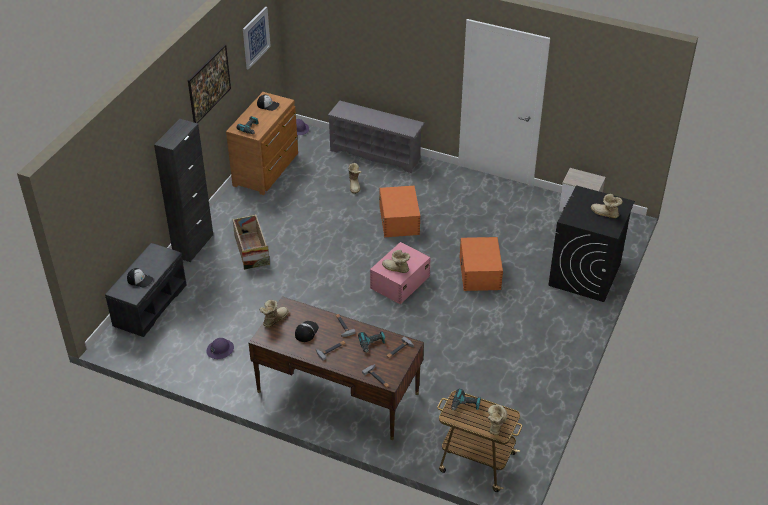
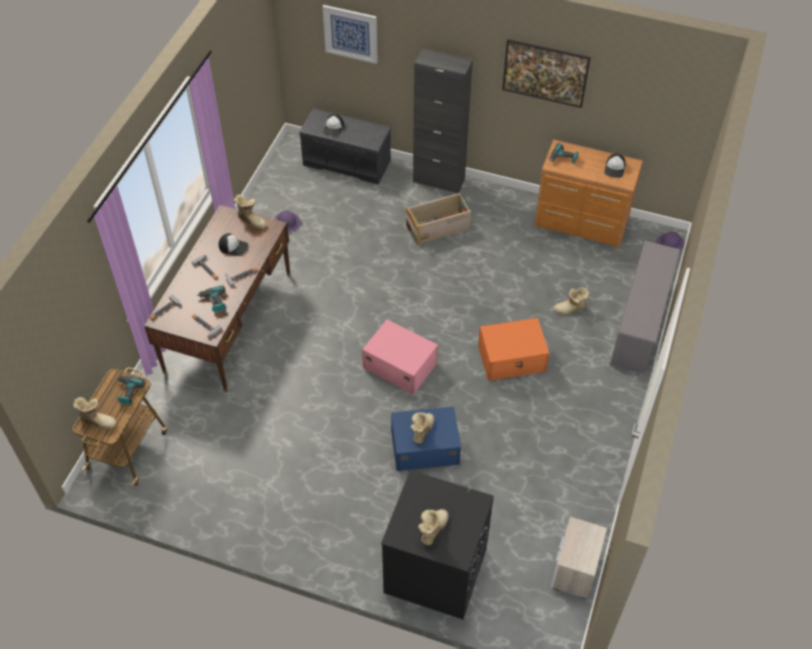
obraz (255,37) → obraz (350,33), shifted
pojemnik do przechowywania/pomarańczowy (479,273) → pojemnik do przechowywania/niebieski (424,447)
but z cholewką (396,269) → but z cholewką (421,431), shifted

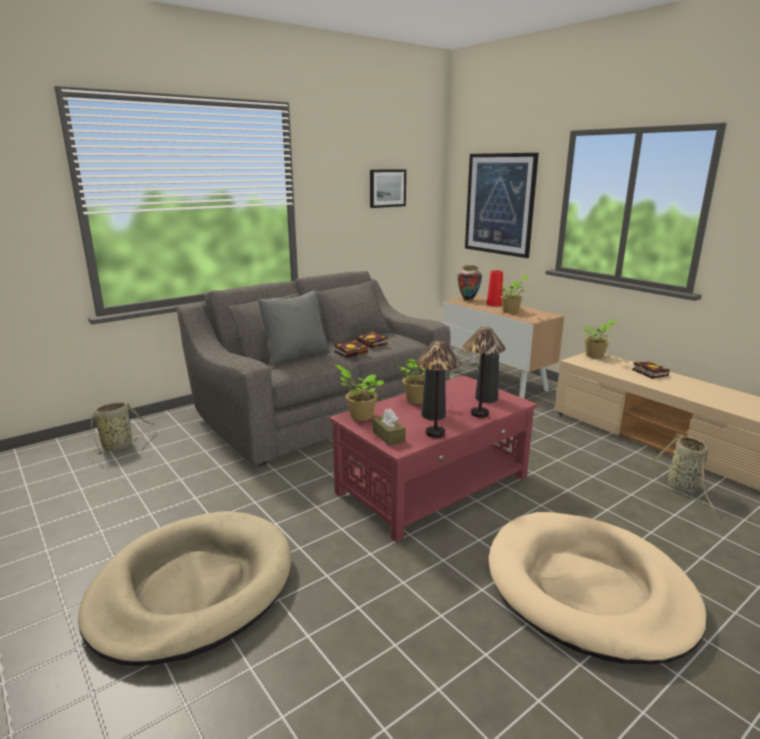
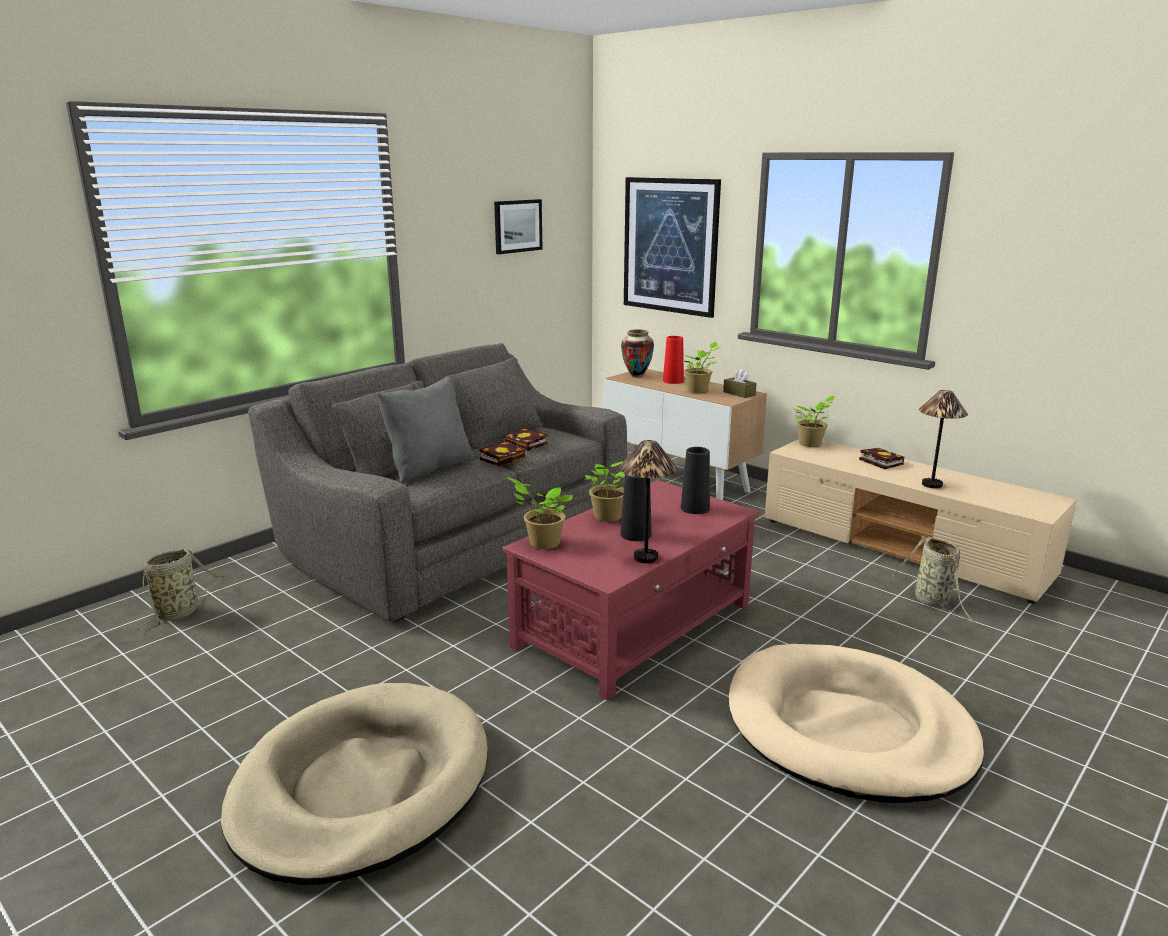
pudełko chusteczek/brązowy (388,436) → pudełko chusteczek/brązowy (739,393), shifted
lampa stołowa (479,413) → lampa stołowa (931,484), shifted

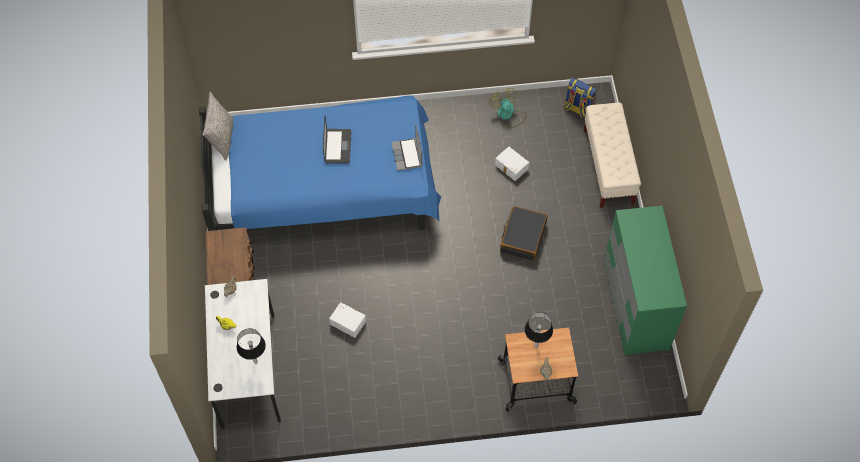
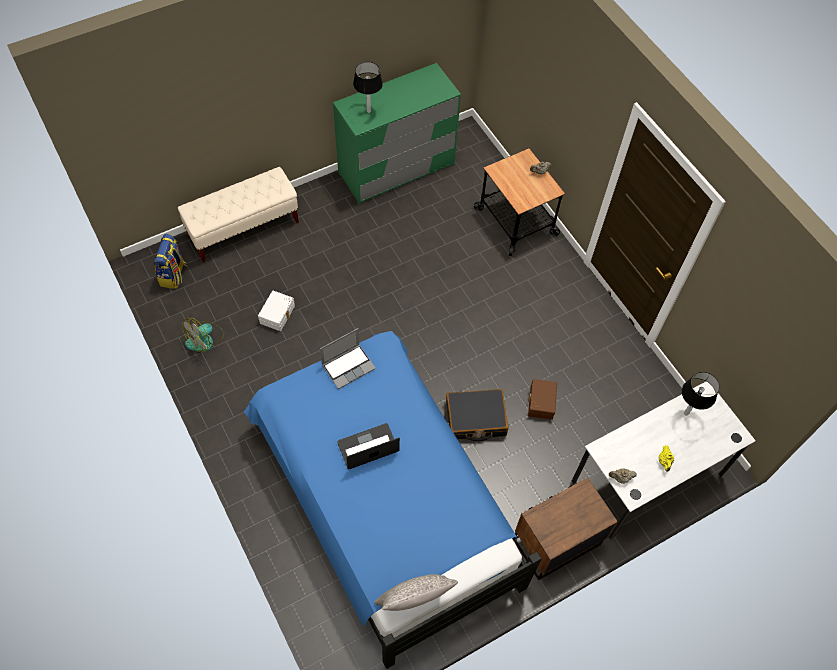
lampa stołowa (536,345) → lampa stołowa (368,111), shifted
walizka/czarny (522,237) → walizka/czarny (475,419), shifted
pojemnik do przechowywania/biały (348,322) → pojemnik do przechowywania/brązowy (540,402)

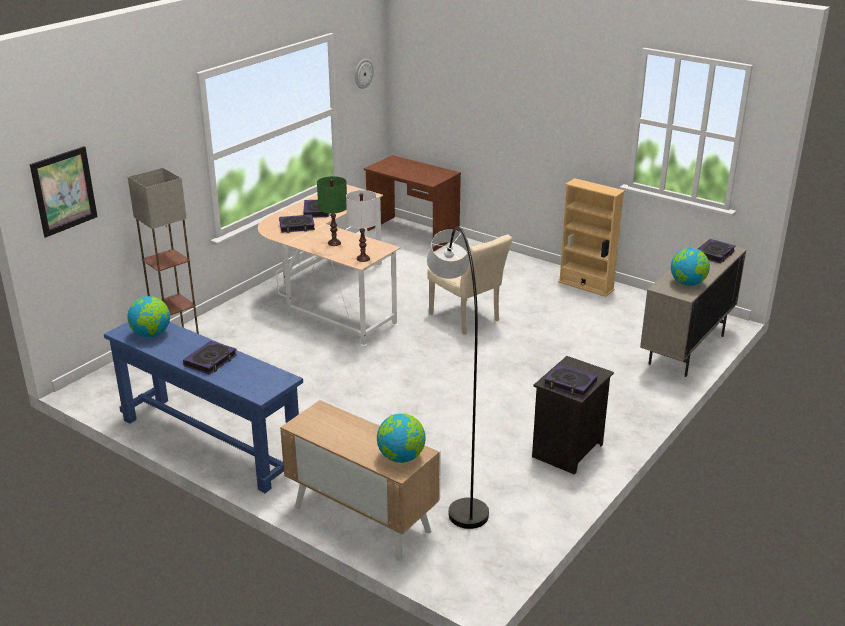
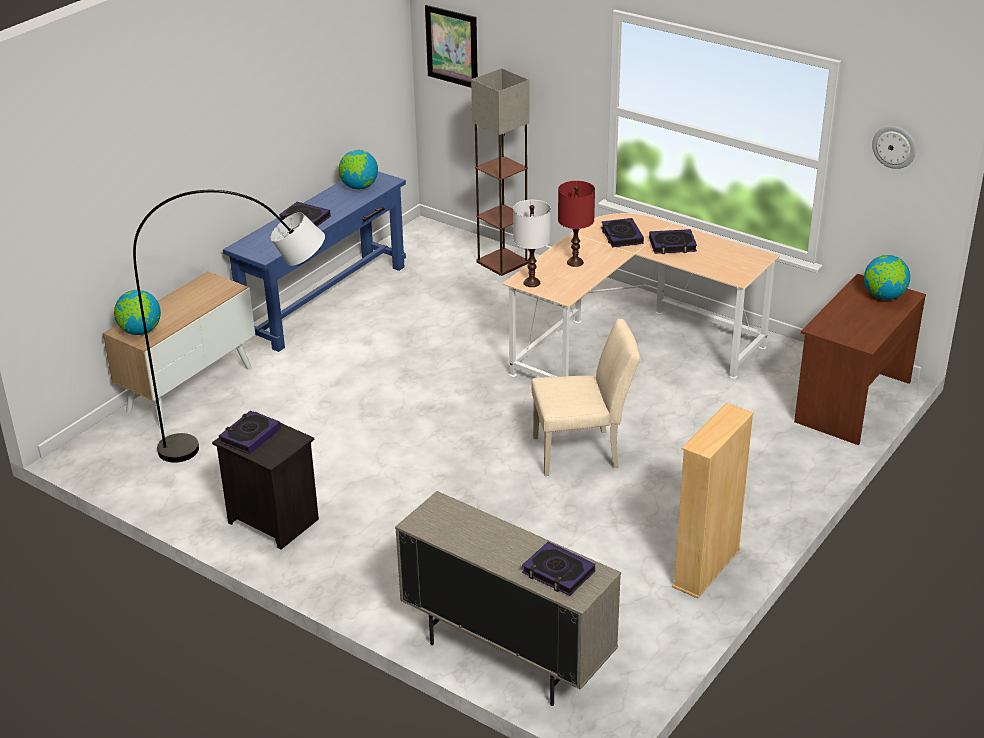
krzesło/beżowy (467,319) → krzesło/beżowy (583,452), 150 degrees counterclockwise
lampa stołowa/zielony (334,243) → lampa stołowa/czerwony (575,262)
globus (687,283) → globus (883,296), shifted

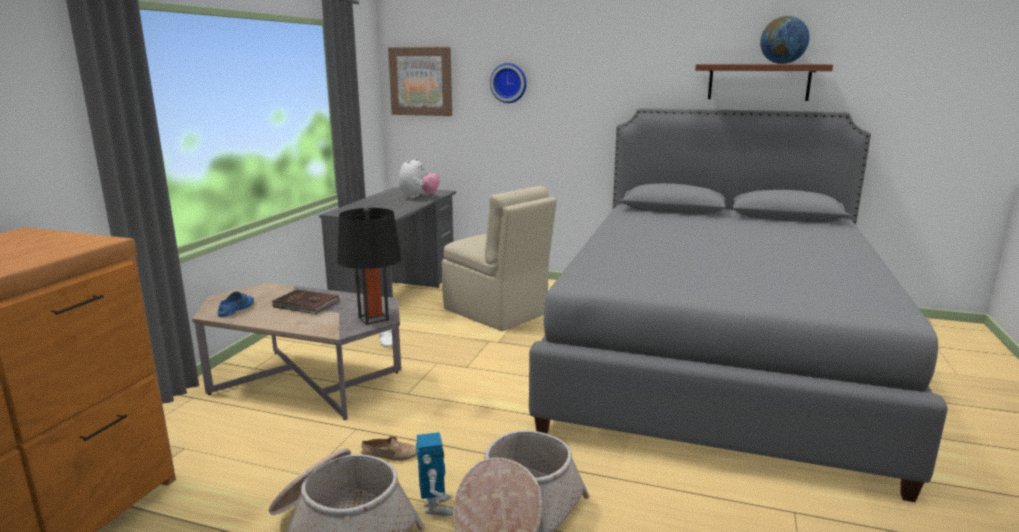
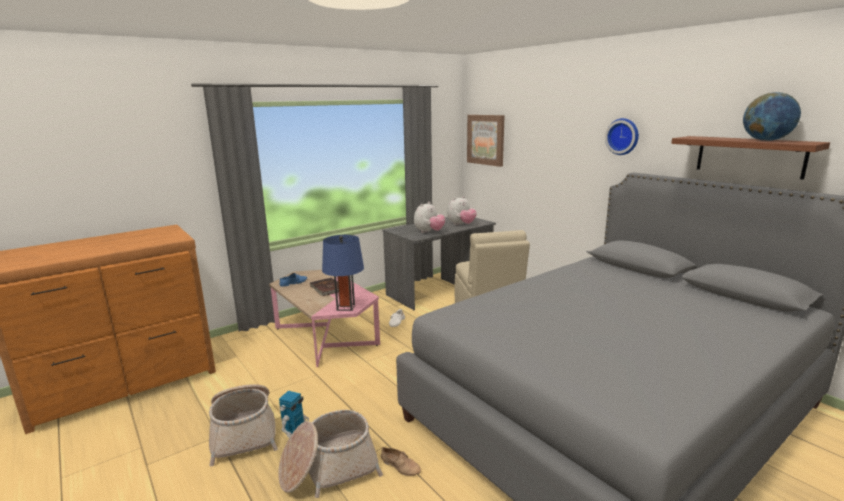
ława/szary (306,383) → ława/różowy (325,337)
lampa stołowa/czarny (373,318) → lampa stołowa/niebieski (346,307)
but/beżowy (391,454) → but/beżowy (401,465), shifted
- → pluszak (429,232)
zegar ścienny (509,83) → zegar ścienny (623,136), shifted

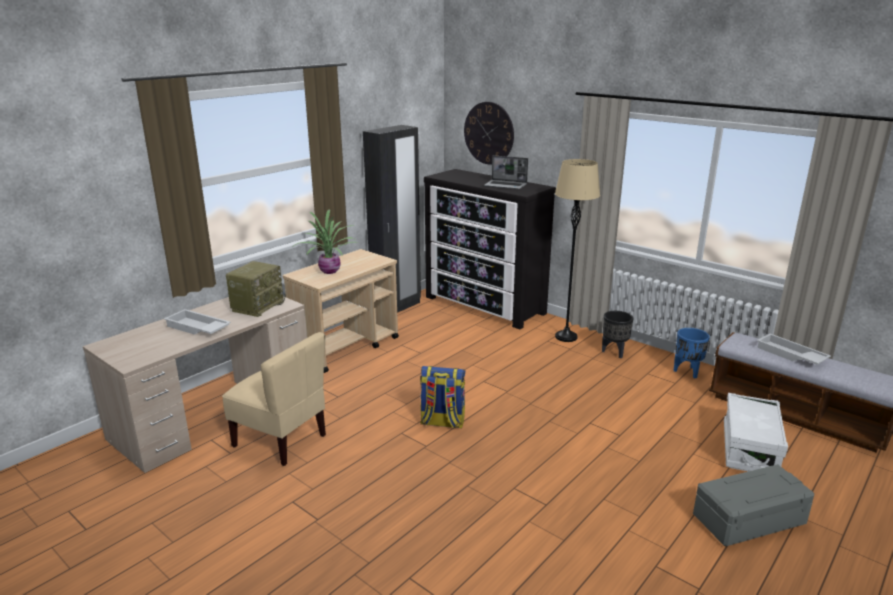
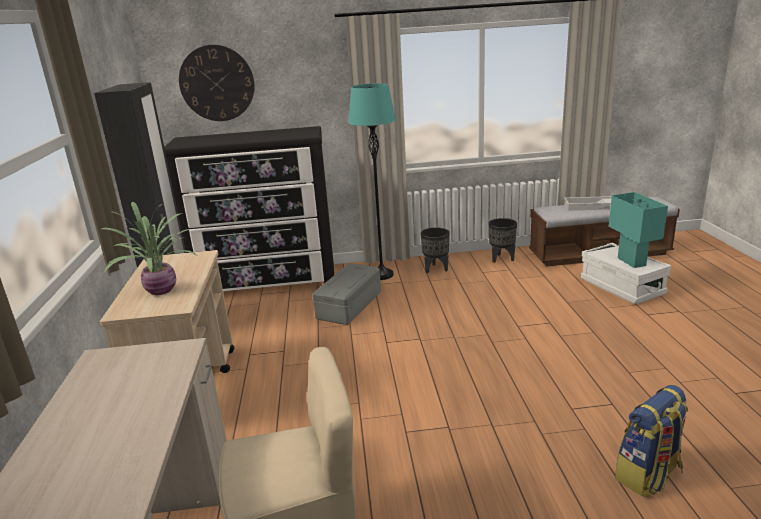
pojemnik do przechowywania/szary (748,518) → pojemnik do przechowywania/szary (349,305), shifted
lampa stojąca/beżowy (566,337) → lampa stojąca/turkusowy (382,275)
donica/niebieski (687,372) → donica/czarny (502,259)
- → lampa stołowa/turkusowy (631,262)
plecak (442,422) → plecak (648,475), shifted
taca/biały (197,328) → -
radio (257,306) → -
laptop (506,185) → -

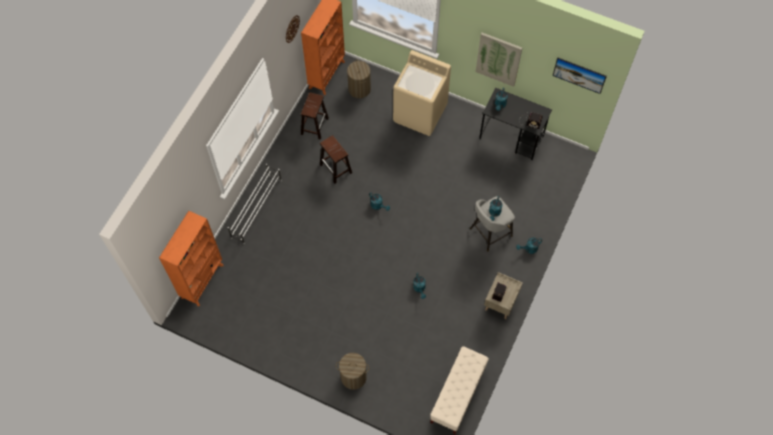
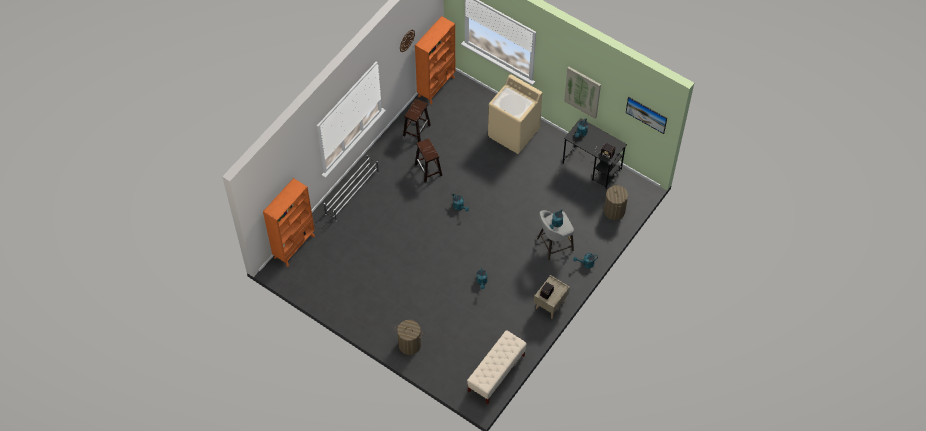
kosz na pranie (359,89) → kosz na pranie (614,211), shifted

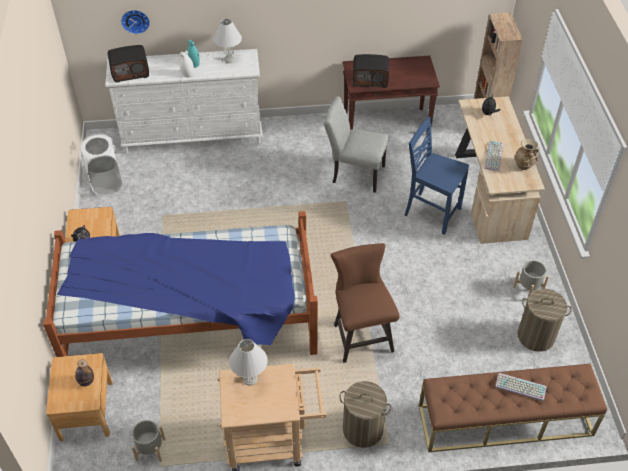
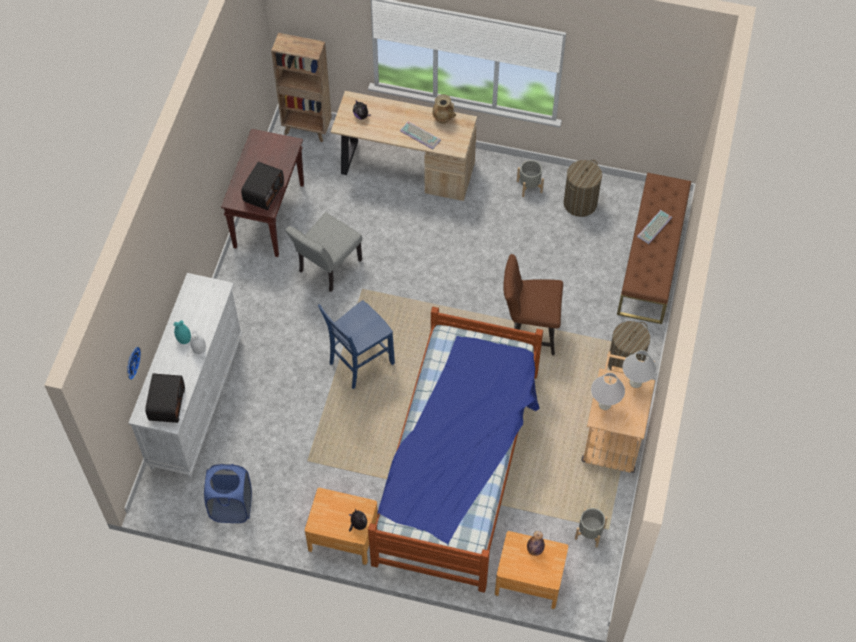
kosz na pranie/biały (106,183) → kosz na pranie/niebieski (231,507)
krzesło/niebieski (431,212) → krzesło/niebieski (359,363), shifted
lampa stołowa/biały (229,59) → lampa stołowa/biały (635,382), shifted

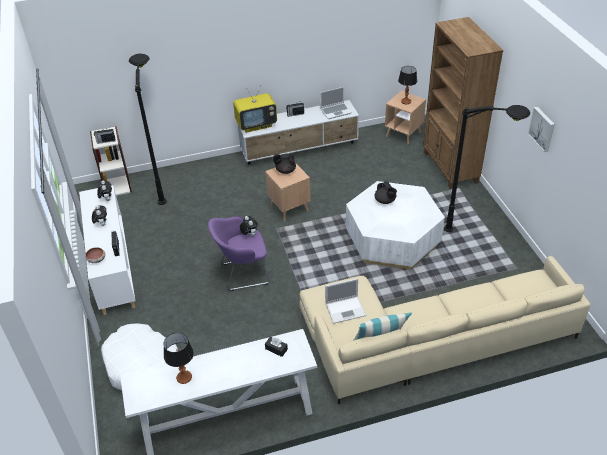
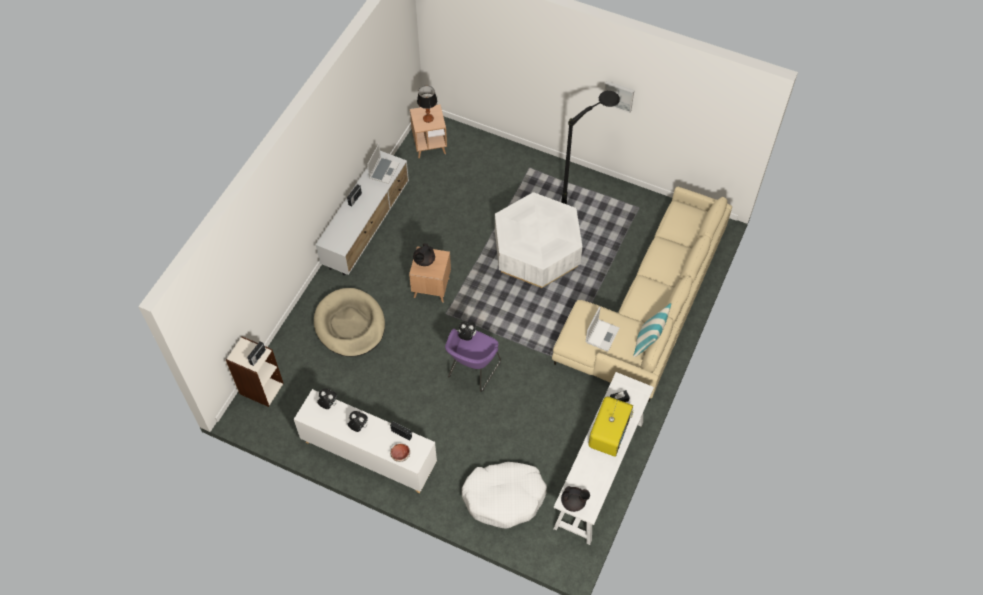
- → legowisko/beżowy (350,324)
imbryk/czarny (385,201) → imbryk/czarny (573,502), shifted
telewizor (256,125) → telewizor (608,434), shifted
lampa stojąca/czarny (163,183) → -
lampa stołowa (184,377) → -
regał/brązowy (450,167) → -

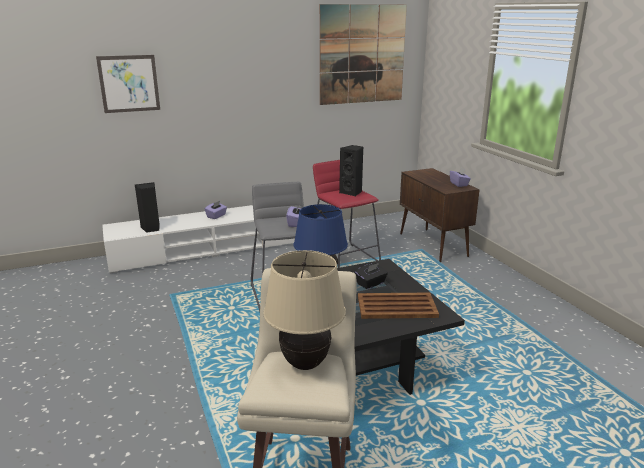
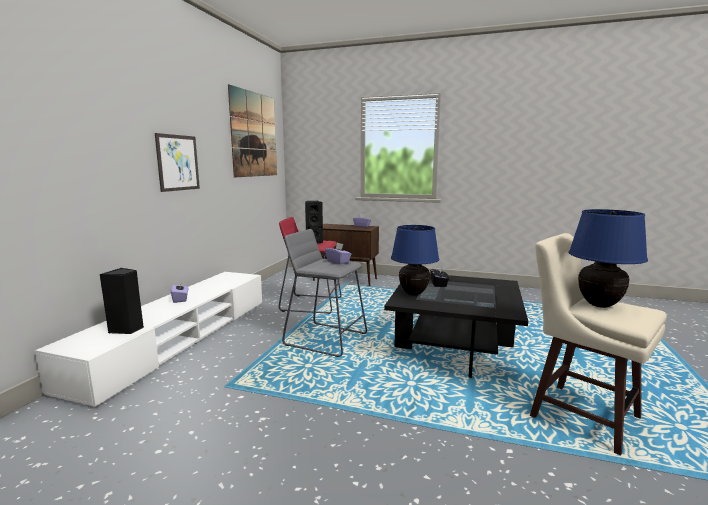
obraz (129,83) → obraz (178,162), shifted
lampa stołowa/beżowy (305,364) → lampa stołowa/niebieski (599,304)
taca/brązowy (396,306) → -

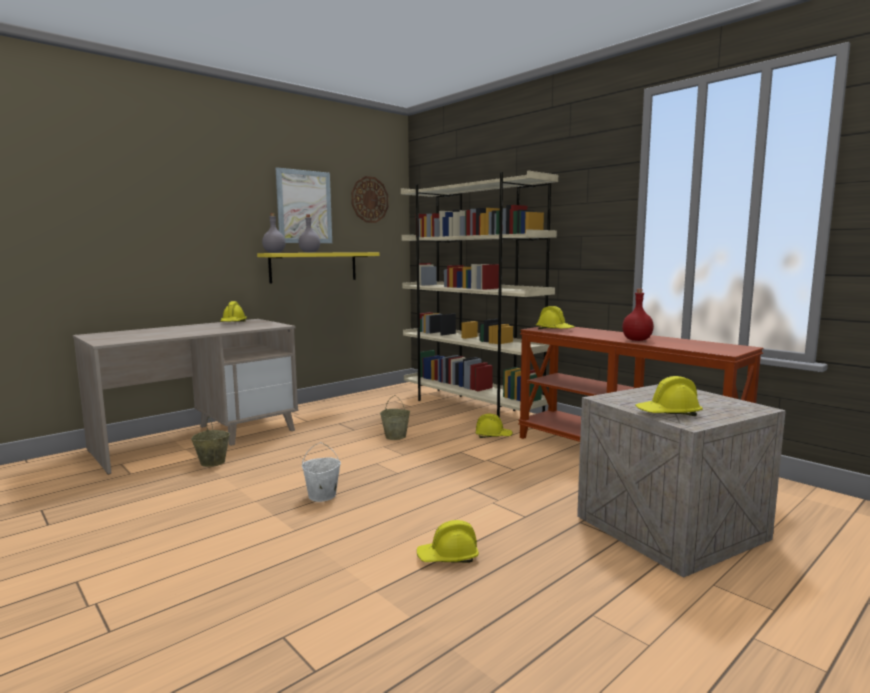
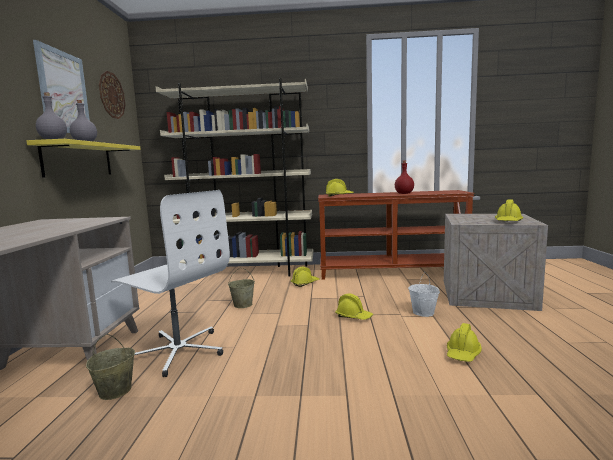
- → krzesło biurowe/biały (178,351)
kask/żółty (233,323) → kask/żółty (354,316), shifted
wiadro/biały (322,496) → wiadro/biały (423,313), shifted

